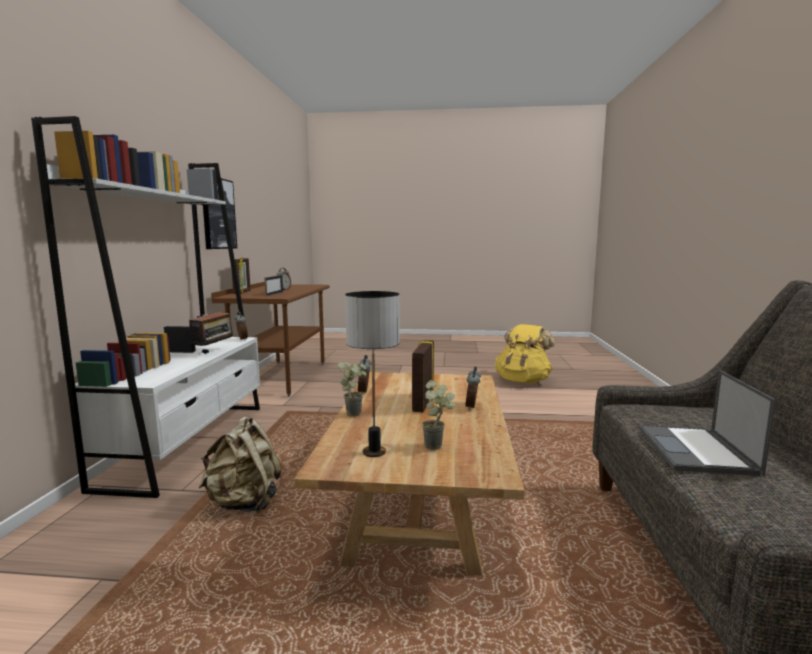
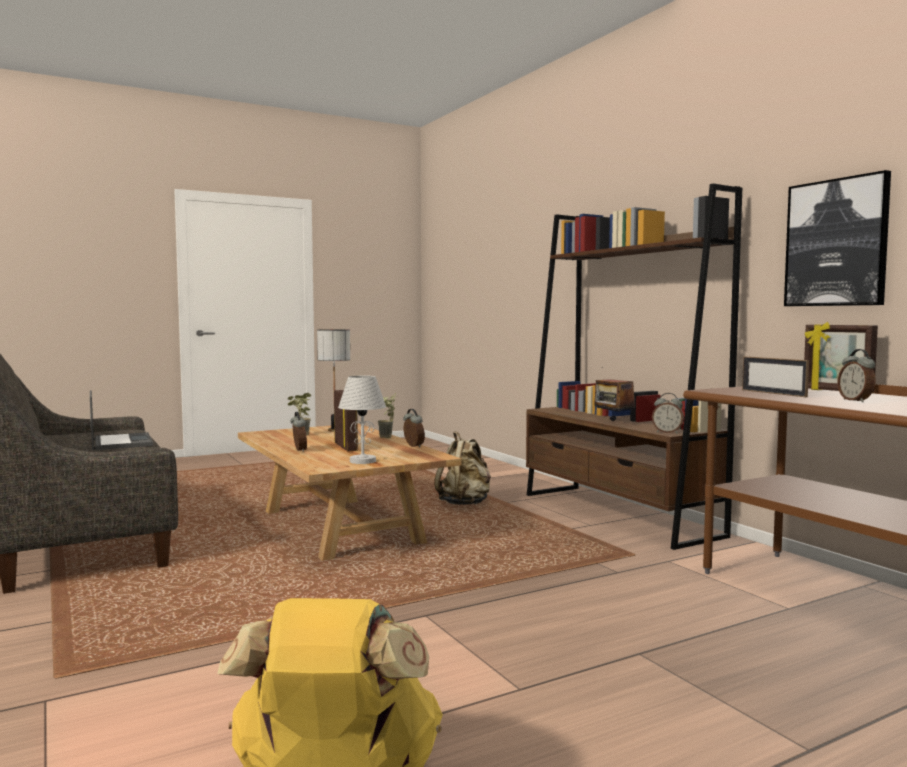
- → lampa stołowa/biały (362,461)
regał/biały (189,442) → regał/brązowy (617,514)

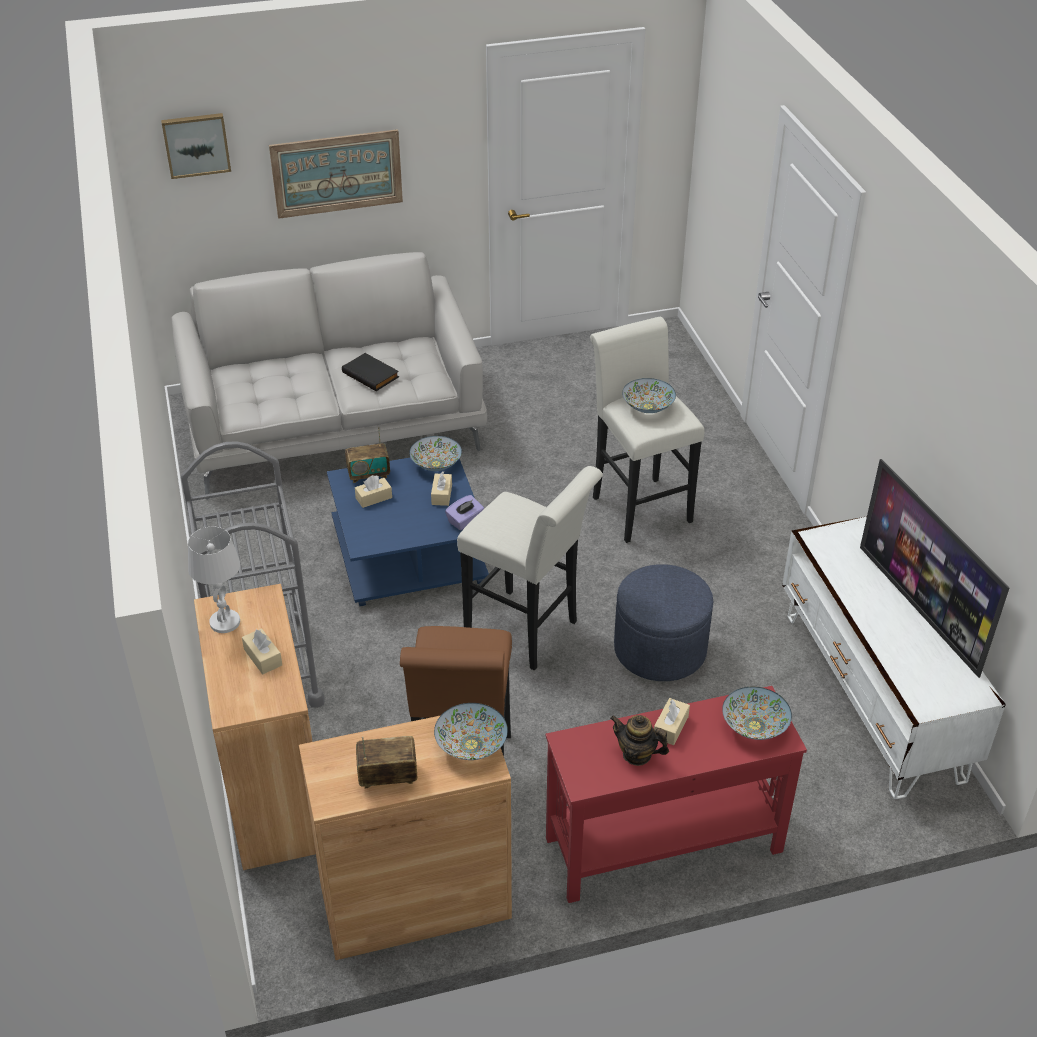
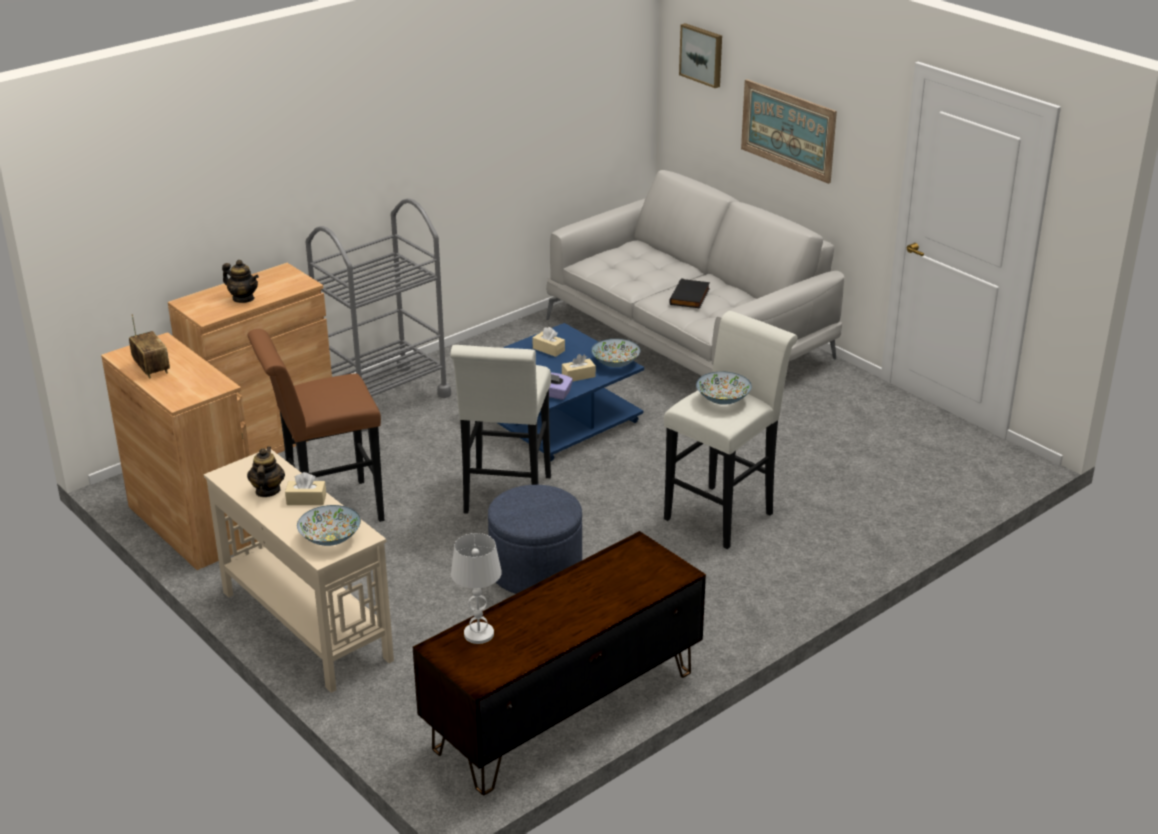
stolik konsolowy/czerwony (662,844) → stolik konsolowy/beżowy (306,625)
pudełko chusteczek/beżowy (263,657) → imbryk (243,298)
szafka pod telewizor/biały (871,695) → szafka pod telewizor/brązowy (563,709)
lampa stołowa/biały (225,622) → lampa stołowa/biały (479,634), shifted
radio (368,474) → -
miska (471,744) → -
telewizor (920,609) → -

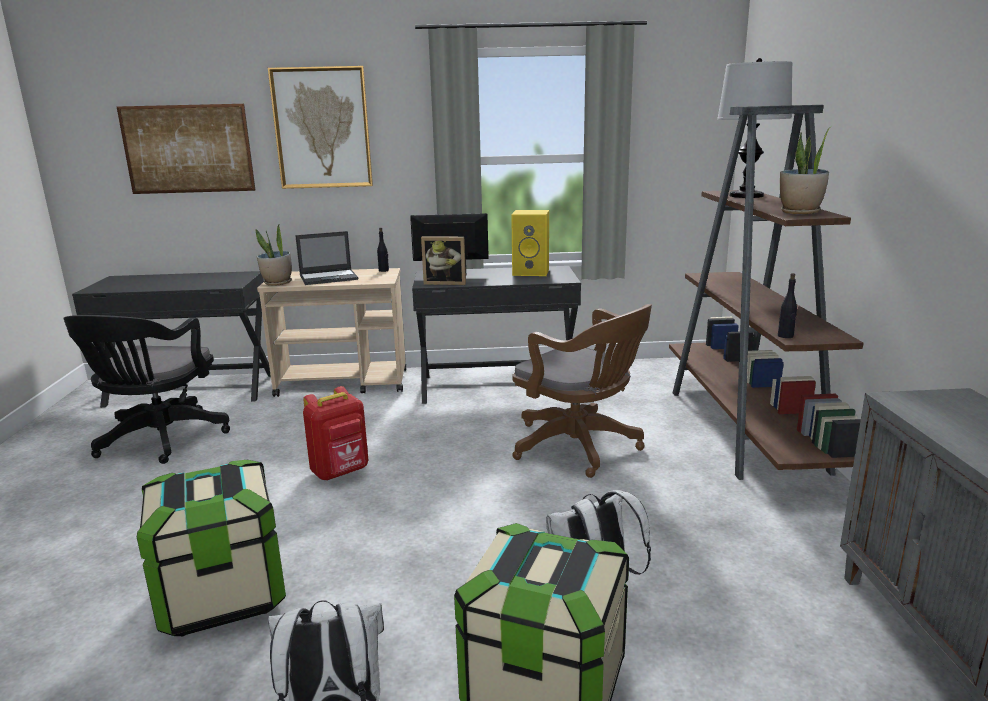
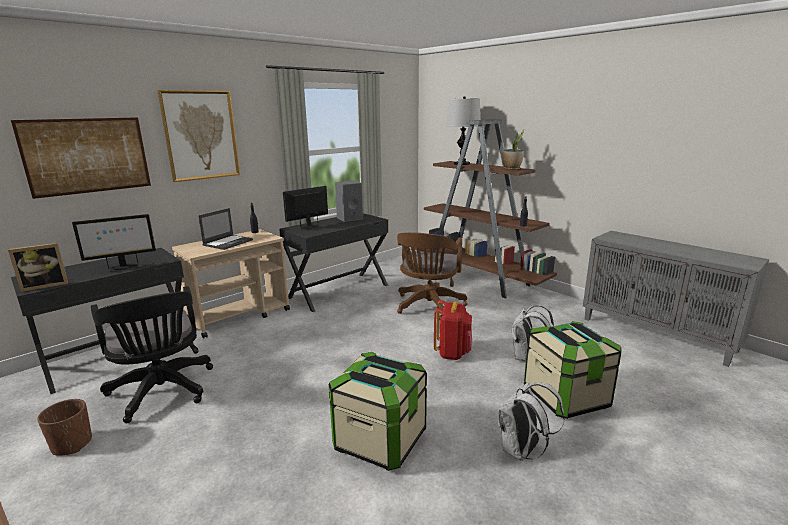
ramka na zdjęcie (445,283) → ramka na zdjęcie (45,285), shifted
- → donica/brązowy (72,444)
- → monitor (122,267)
głośnik/żółty (532,272) → głośnik/szary (350,218)
krzesło biurowe/brązowy (580,448) → krzesło biurowe/brązowy (428,306), 105 degrees clockwise
plecak/czerwony (341,472) → plecak/czerwony (452,353), shifted
roślina doniczkowa (277,283) → -

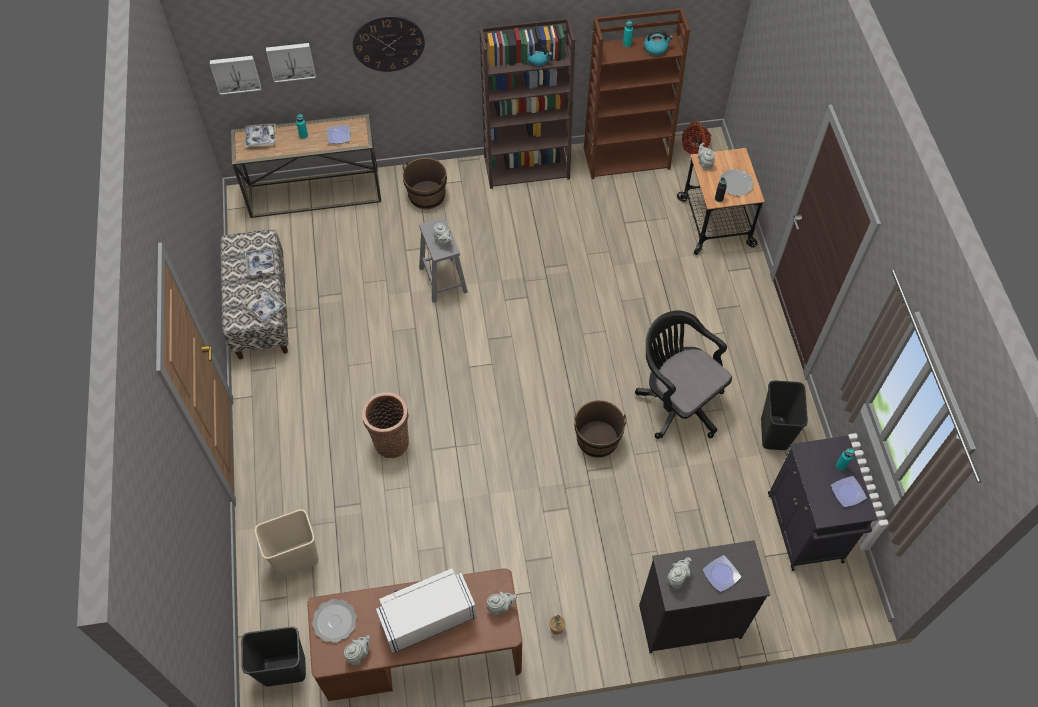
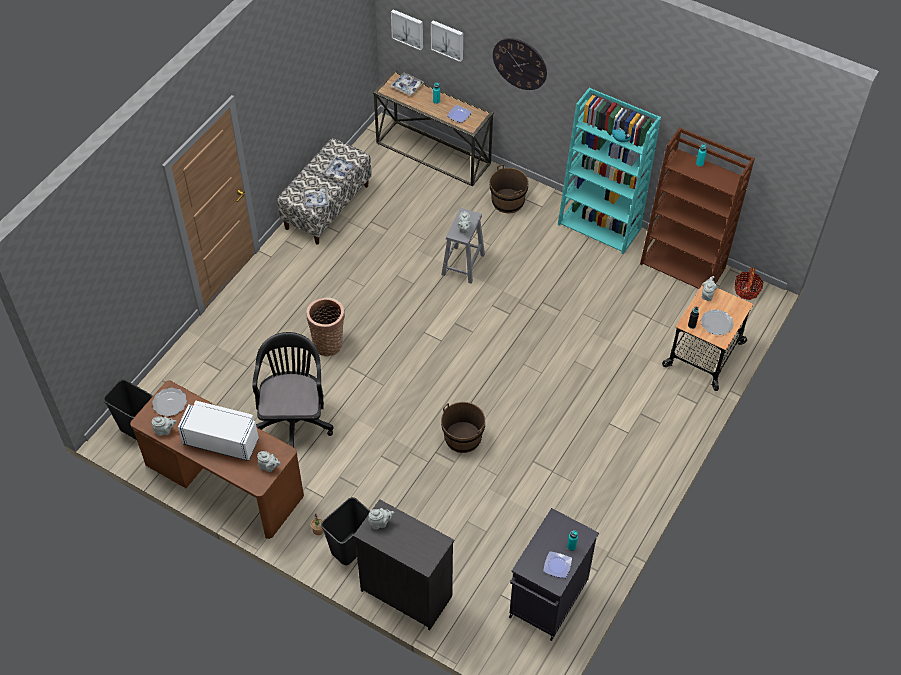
krzesło biurowe/czarny (676,401) → krzesło biurowe/czarny (294,418), shifted
kosz na śmieci/czarny (775,433) → kosz na śmieci/czarny (350,549), shifted
regał/brązowy (527,167) → regał/turkusowy (600,226)
kosz na śmieci/beżowy (297,558) → -
czajnik (656,48) → -
talerz (722,574) → -

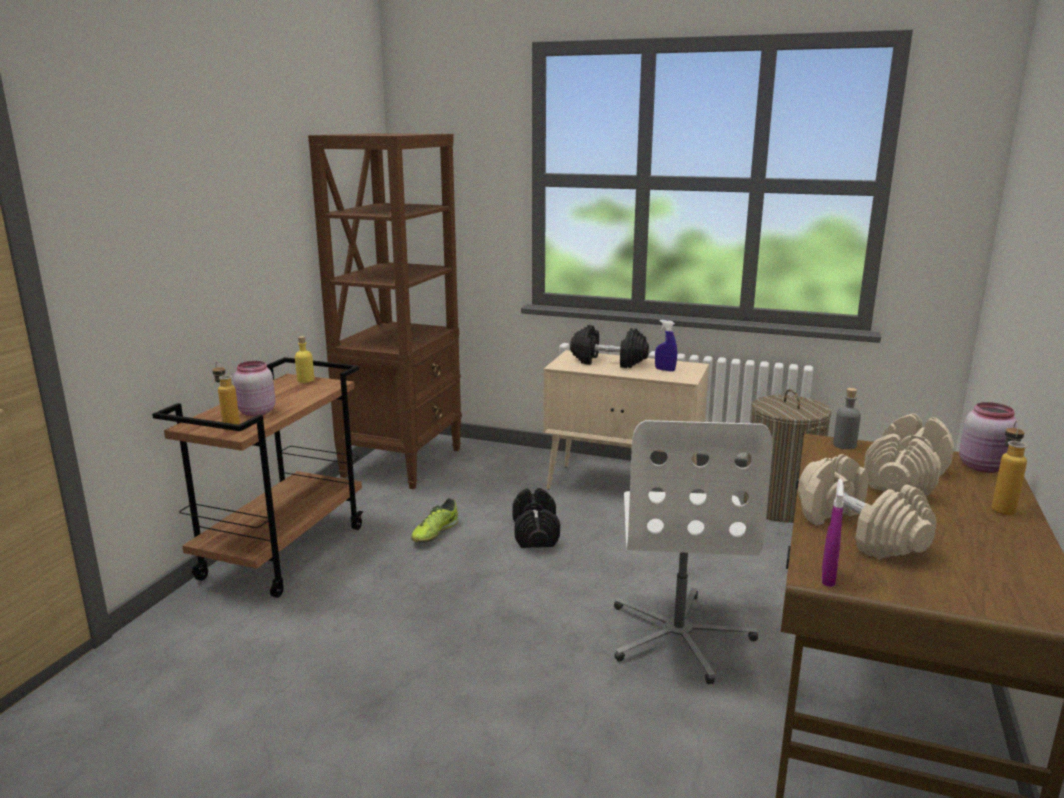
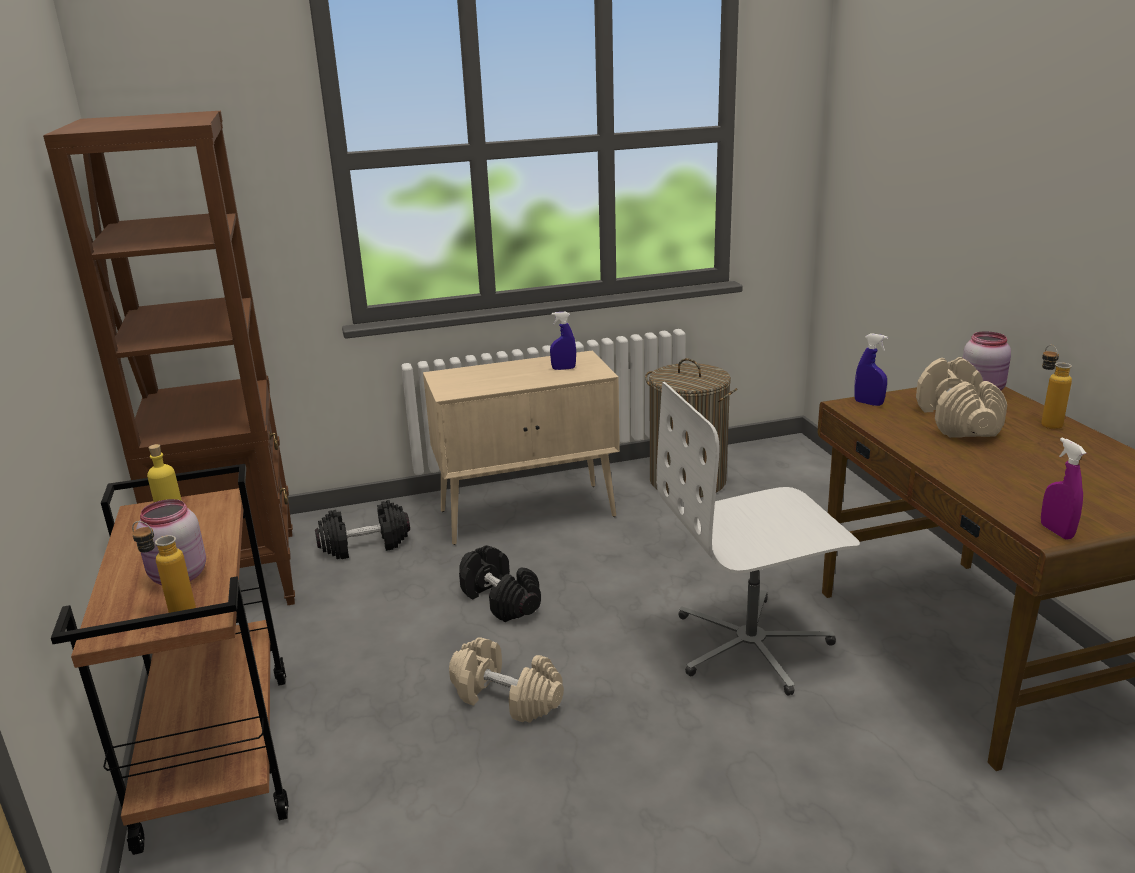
hantel/czarny (608,362) → hantel/czarny (365,545), shifted
hantel/beżowy (858,532) → hantel/beżowy (506,698), shifted
krzesło biurowe/biały (679,635) → krzesło biurowe/biały (752,645), 105 degrees clockwise
butelka/szary (844,445) → spryskiwacz/niebieski (868,403)
but (434,533) → -

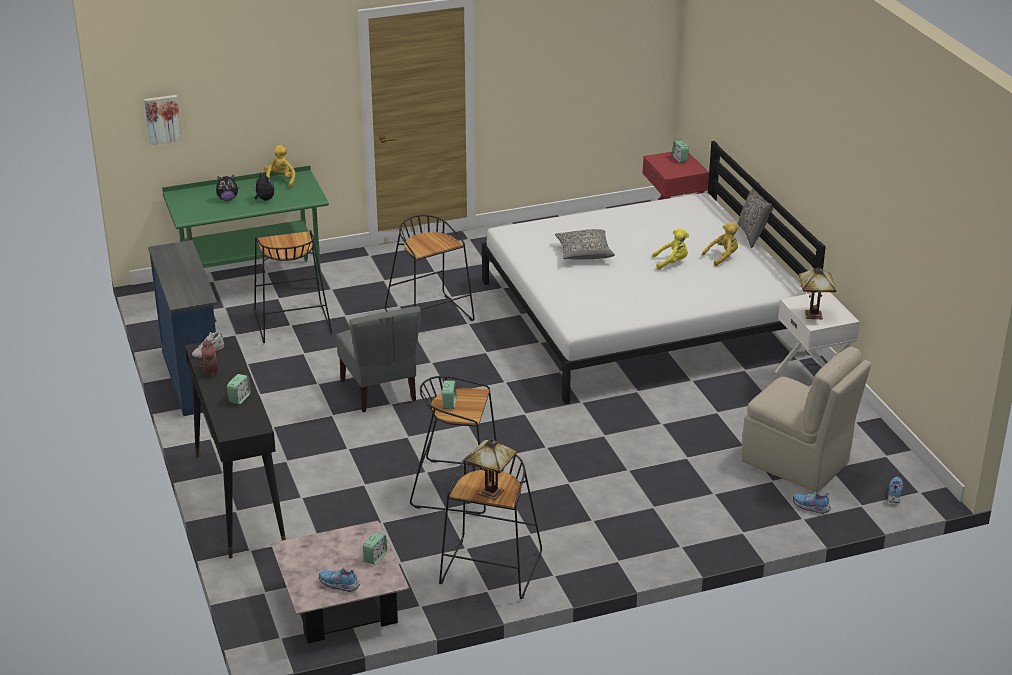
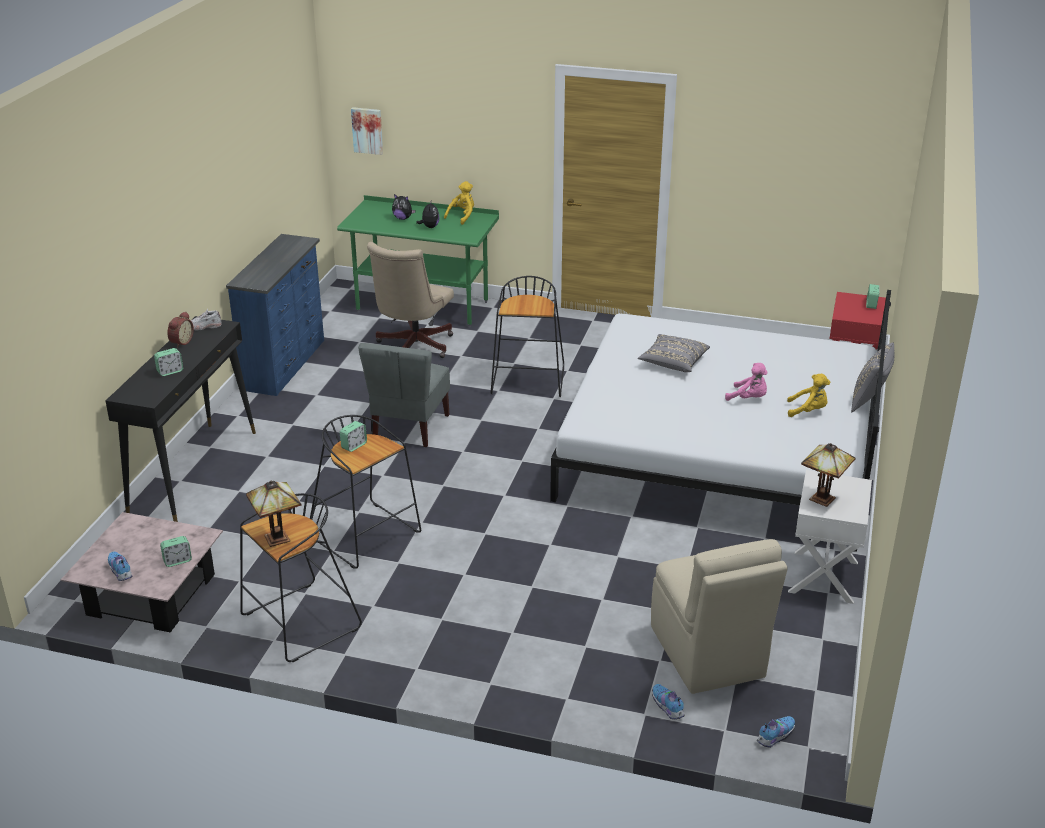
stołek/czarny (291,323) → krzesło biurowe/beżowy (412,347)
pluszak/żółty (672,262) → pluszak/różowy (749,398)

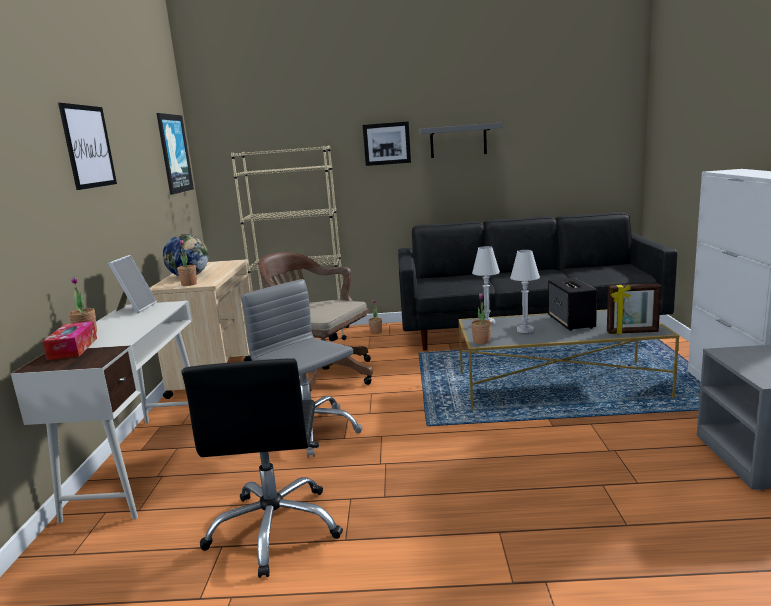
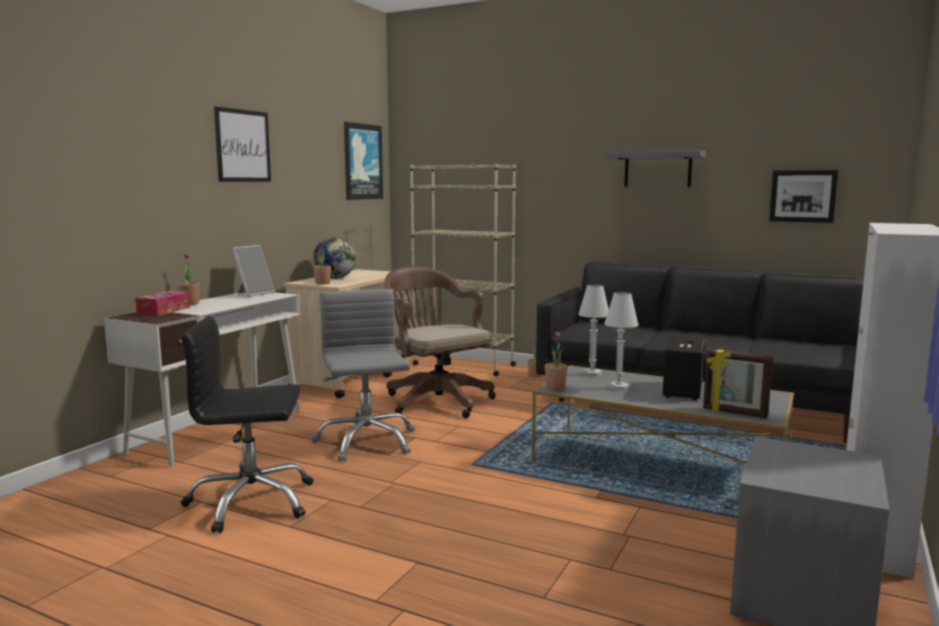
krzesło biurowe/czarny (275,528) → krzesło biurowe/czarny (251,502), 60 degrees clockwise
obraz (387,143) → obraz (803,196), shifted

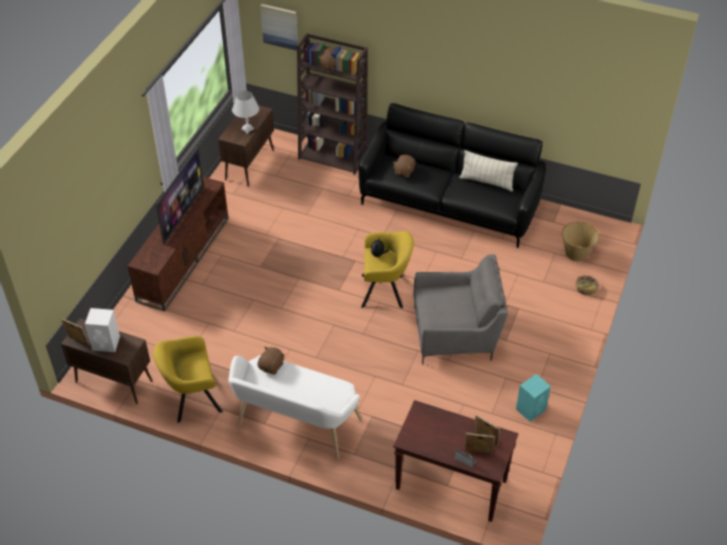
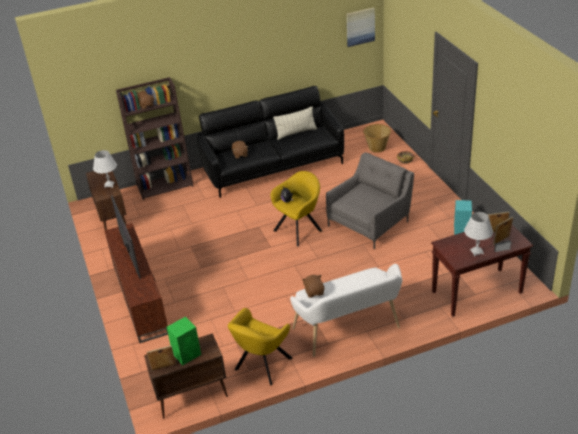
głośnik/biały (107,343) → głośnik/zielony (187,354)
obraz (280,26) → obraz (360,26), shifted
- → lampa stołowa/biały (476,252)

